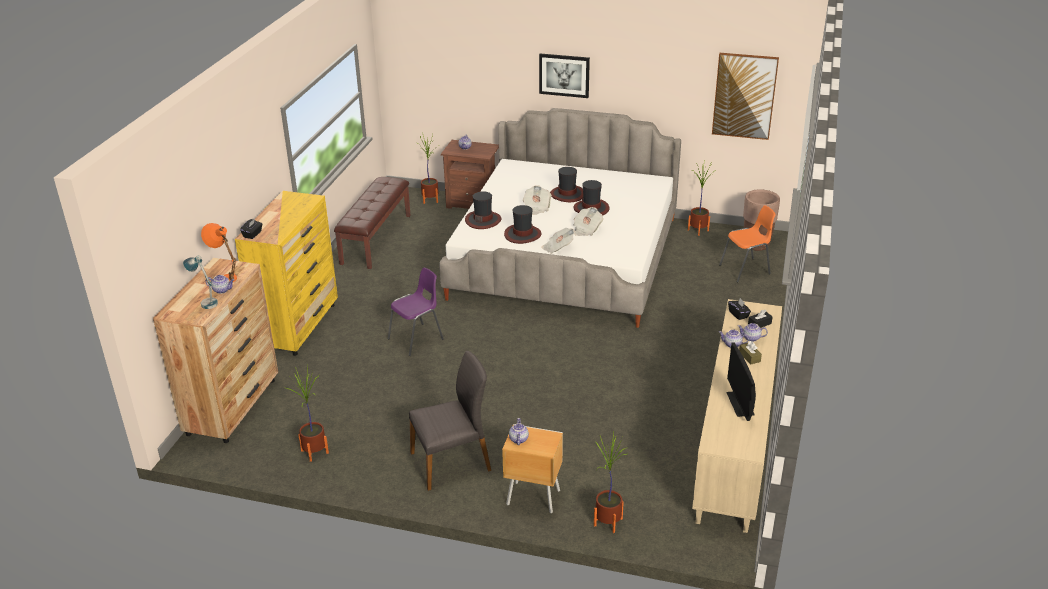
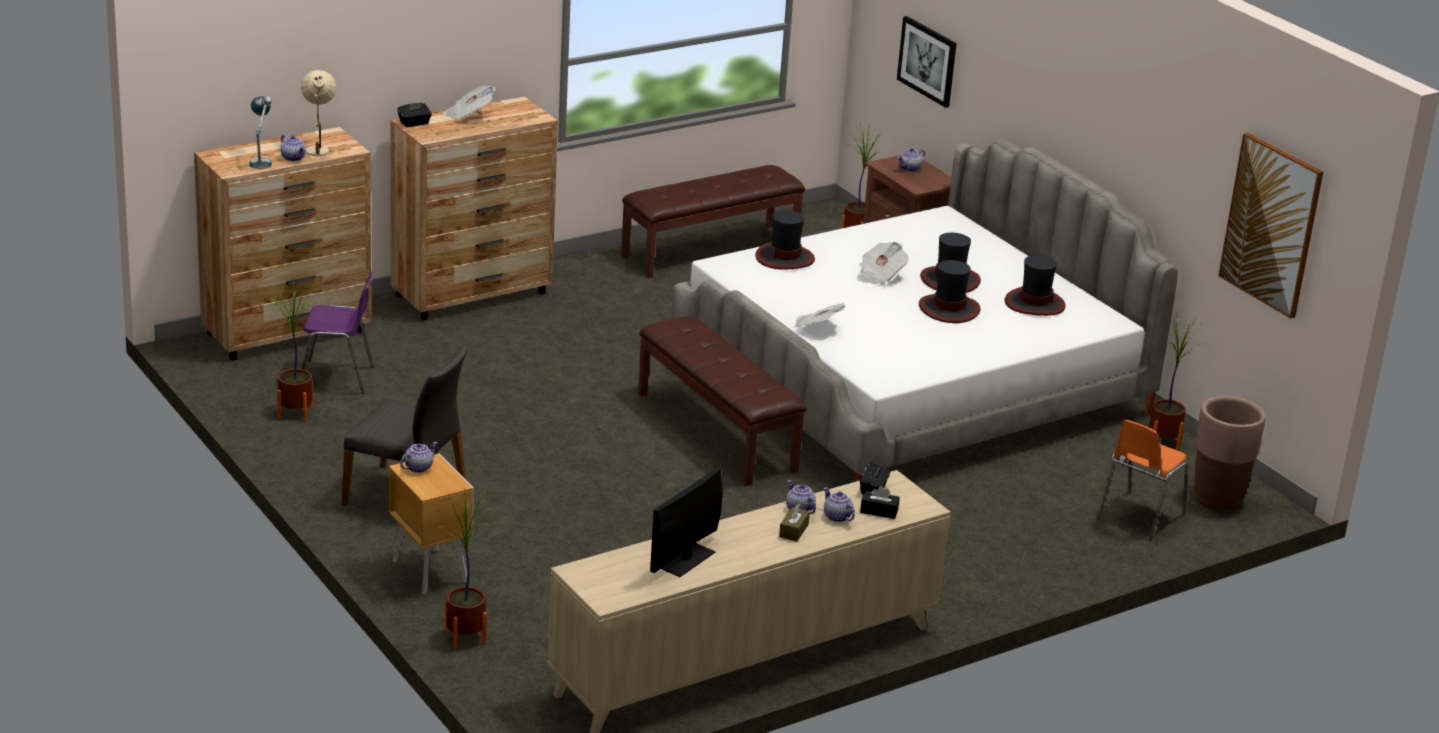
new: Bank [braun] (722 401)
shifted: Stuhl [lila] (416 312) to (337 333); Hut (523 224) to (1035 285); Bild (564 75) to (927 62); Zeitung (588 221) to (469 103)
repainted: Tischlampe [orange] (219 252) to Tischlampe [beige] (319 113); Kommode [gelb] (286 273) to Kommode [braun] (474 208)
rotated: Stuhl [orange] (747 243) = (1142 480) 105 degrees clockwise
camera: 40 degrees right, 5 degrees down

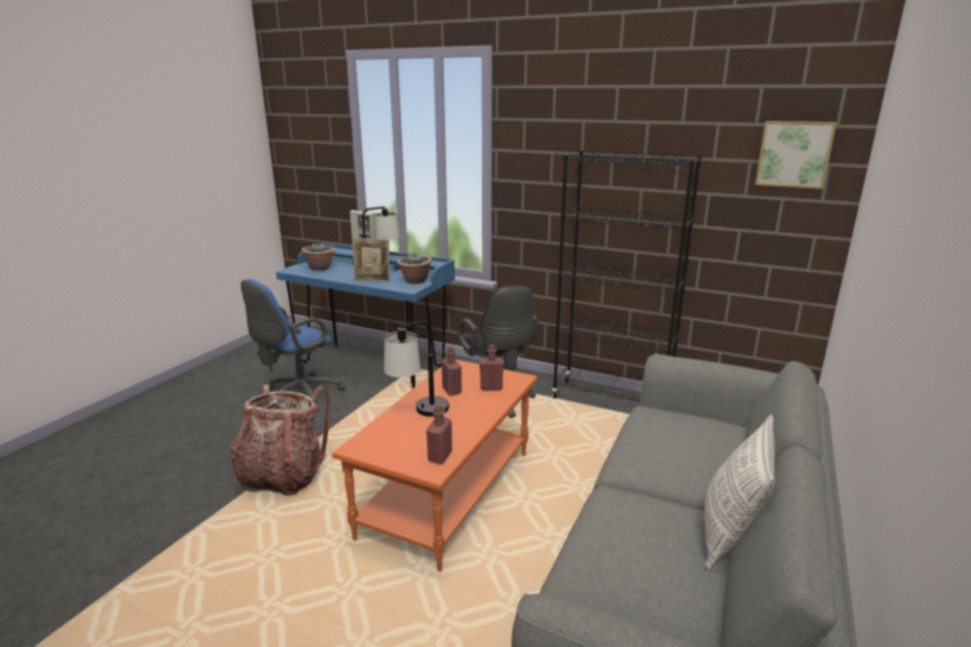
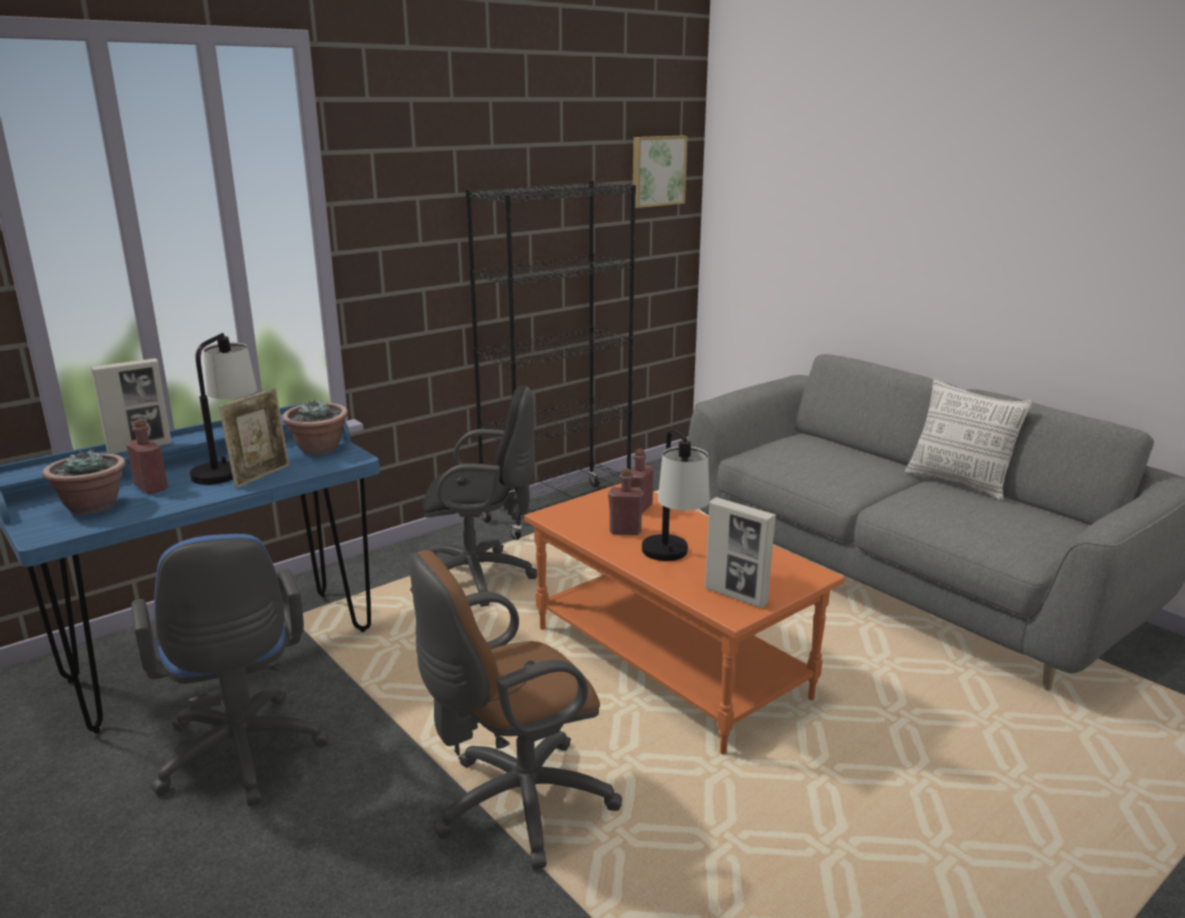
new: Bilderrahmen (740 552)
shifted: Flasche [rot] (439 434) to (147 456)
swapped: Rucksack (280 440) to Bürostuhl [braun] (516 709)
camera: 65 degrees left, 0 degrees up

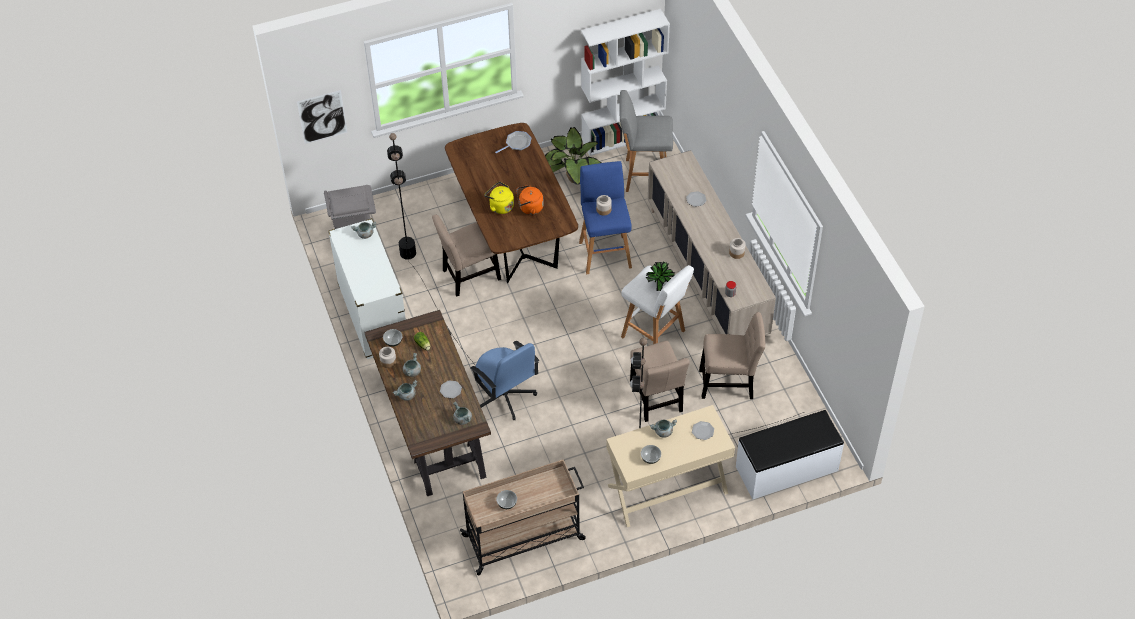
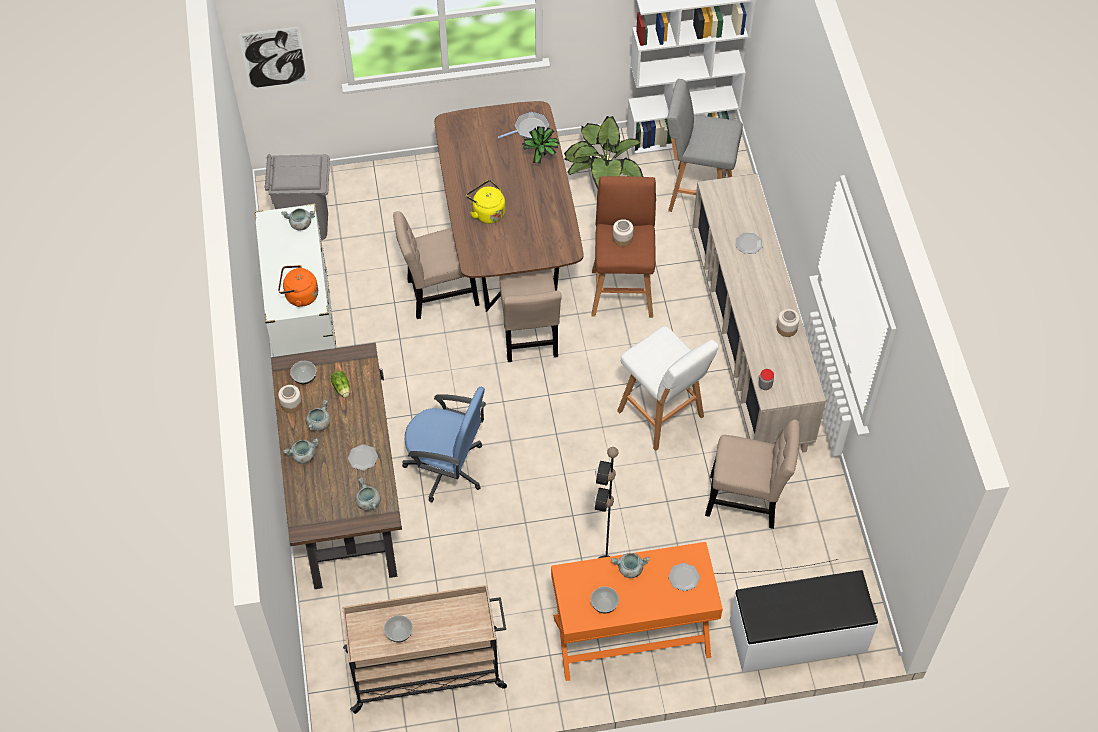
gone: Stehlampe [schwarz] (429 247)
shifted: Wasserkessel [orange] (530 200) to (298 286); Stuhl [beige] (660 381) to (530 315); Topfpflanze (660 276) to (540 145)
repainted: Hocker [blau] (605 217) to Hocker [braun] (623 247); Konsolentisch [beige] (670 466) to Konsolentisch [orange] (637 611)
rotated: Bürostuhl [blau] (504 380) = (444 445) 45 degrees counterclockwise
camera: 10 degrees right, 5 degrees up

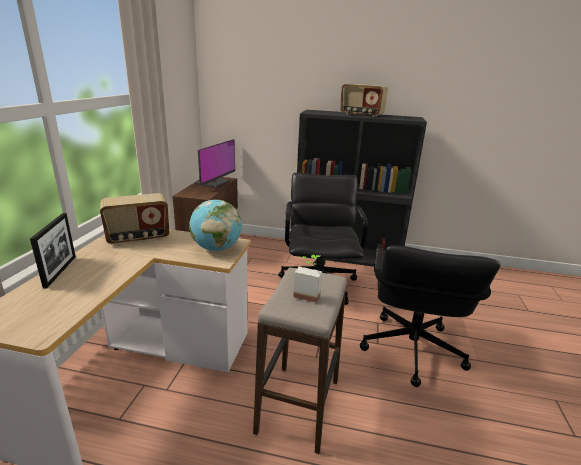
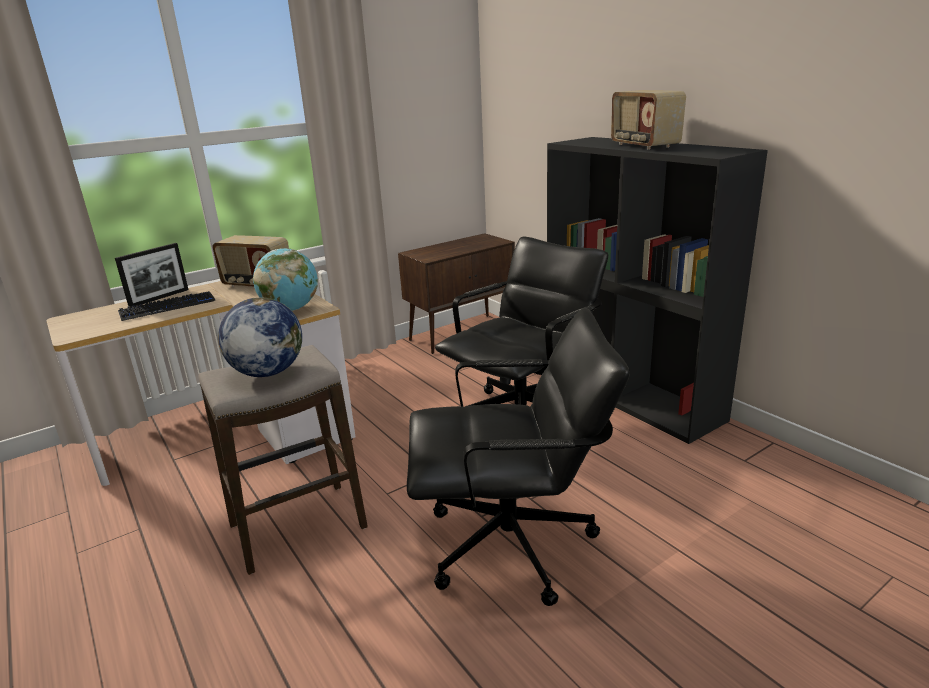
gone: Monitor (214 163)
new: Tastatur (166 306)
swapped: Topfpflanze (307 279) to Globus (260 337)
rotated: Bürostuhl [schwarz] (430 316) = (518 457) 150 degrees counterclockwise
camera: 45 degrees right, 0 degrees up

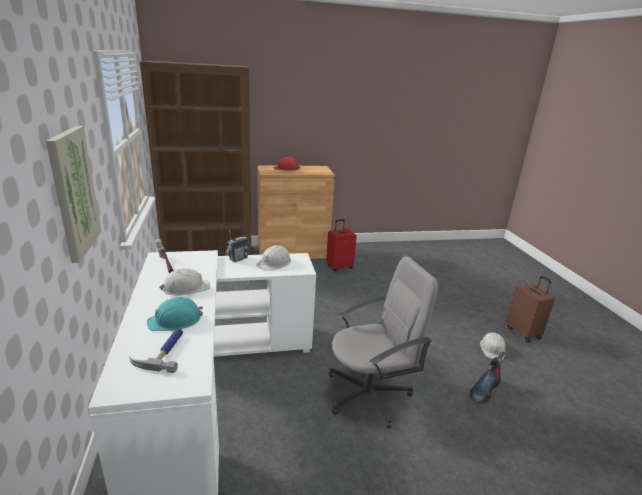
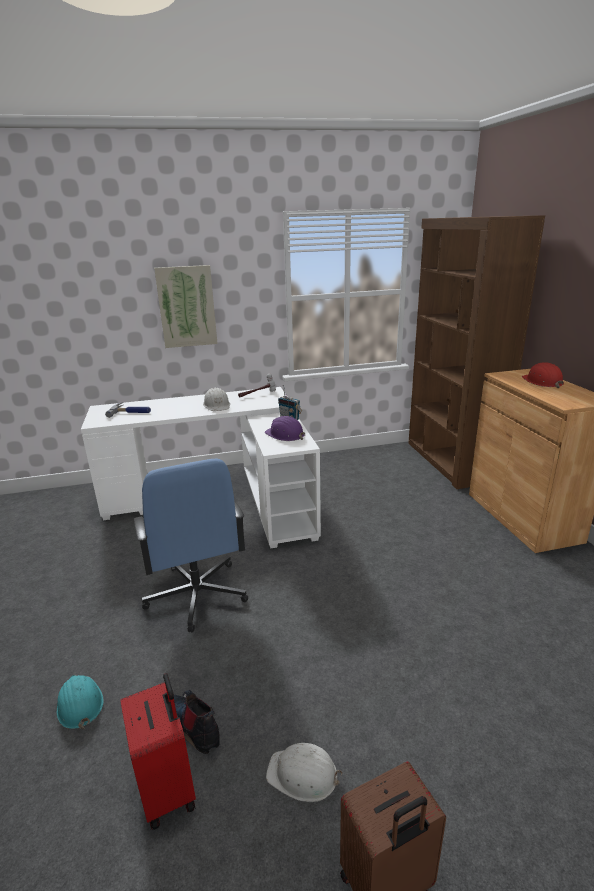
shifted: Schutzhelm [türkis] (175 314) to (80 702); Koffer [rot] (341 245) to (158 751)
repainted: Schutzhelm [weiß] (273 258) to Schutzhelm [lila] (285 428); Bürostuhl [grau] (383 342) to Bürostuhl [blau] (191 546)
camera: 90 degrees right, 0 degrees up

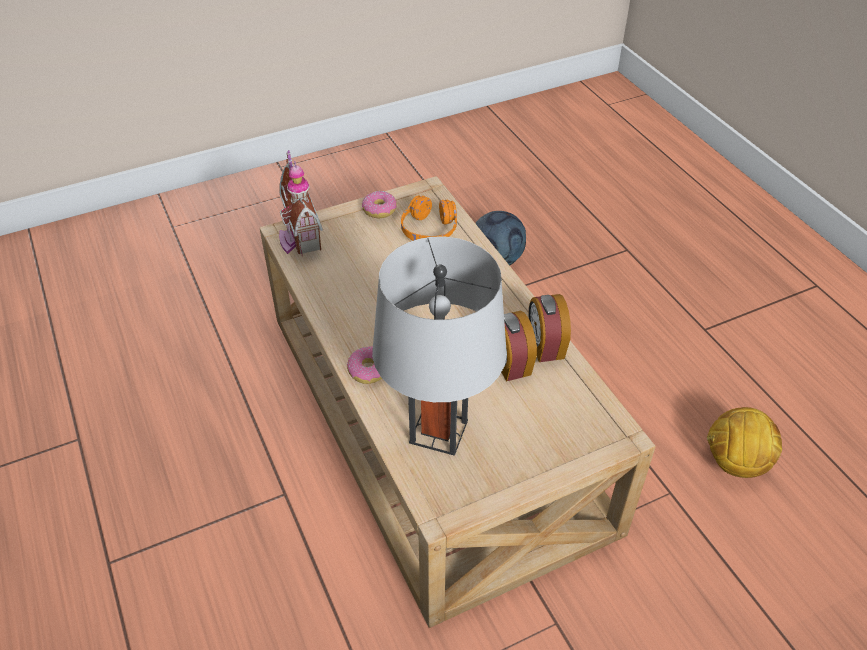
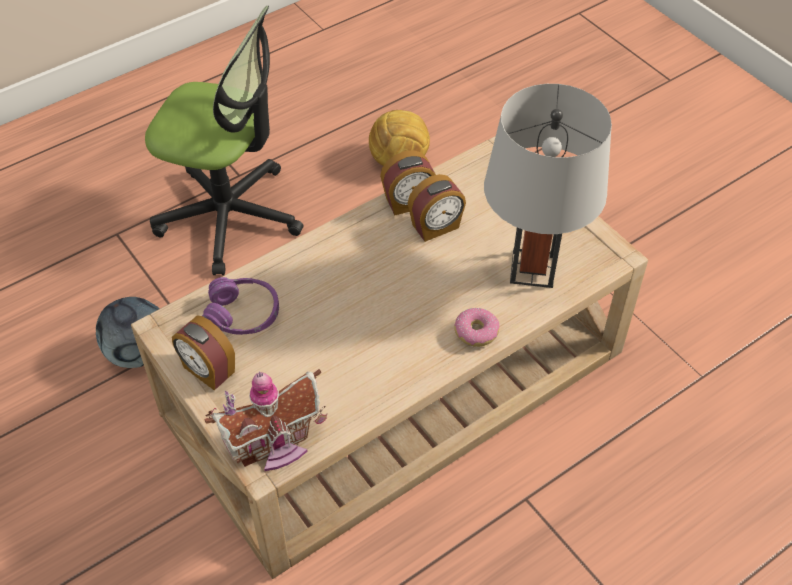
new: Bürostuhl (224 140)
swapped: Donut (379 204) to Wecker (203 352)
repainted: Kopfhörer [orange] (429 218) to Kopfhörer [lila] (240 306)
camera: 100 degrees left, 5 degrees up

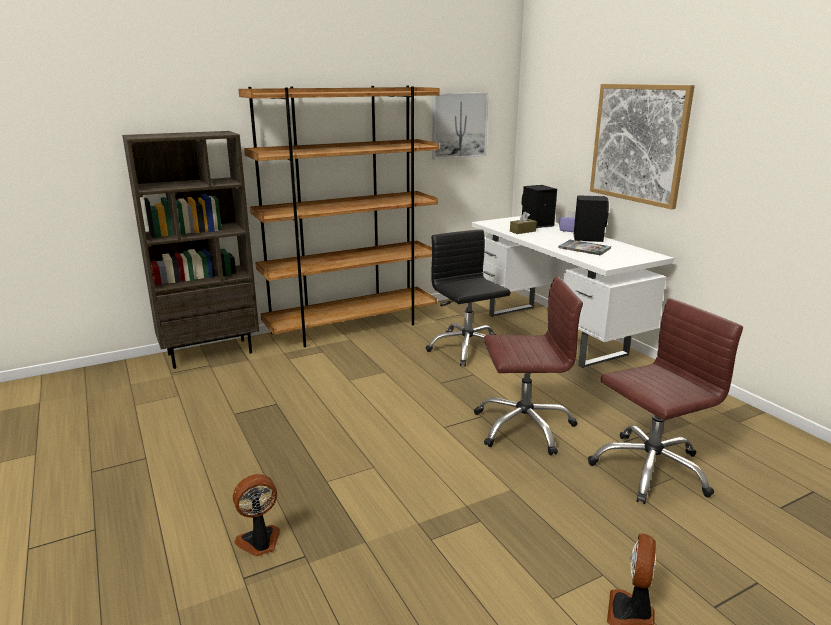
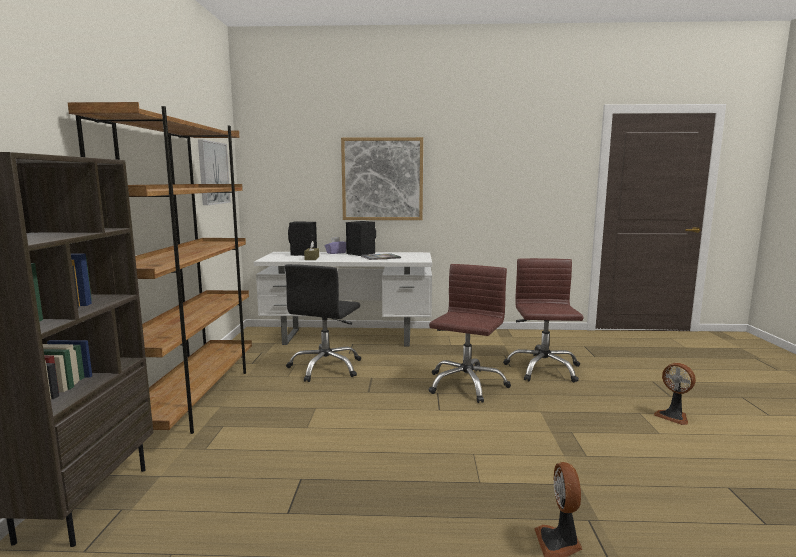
rotated: Bürostuhl [schwarz] (468 298) = (323 323) 75 degrees counterclockwise
camera: 60 degrees left, 10 degrees down

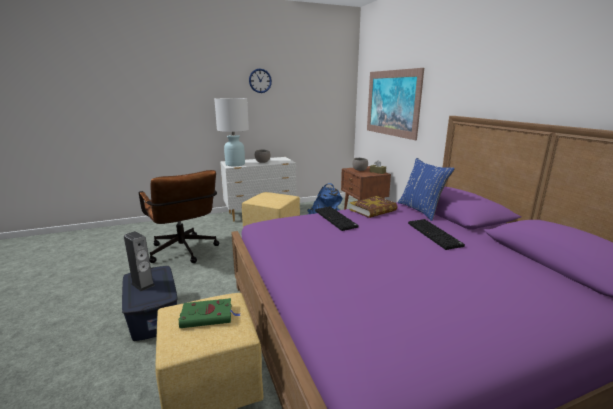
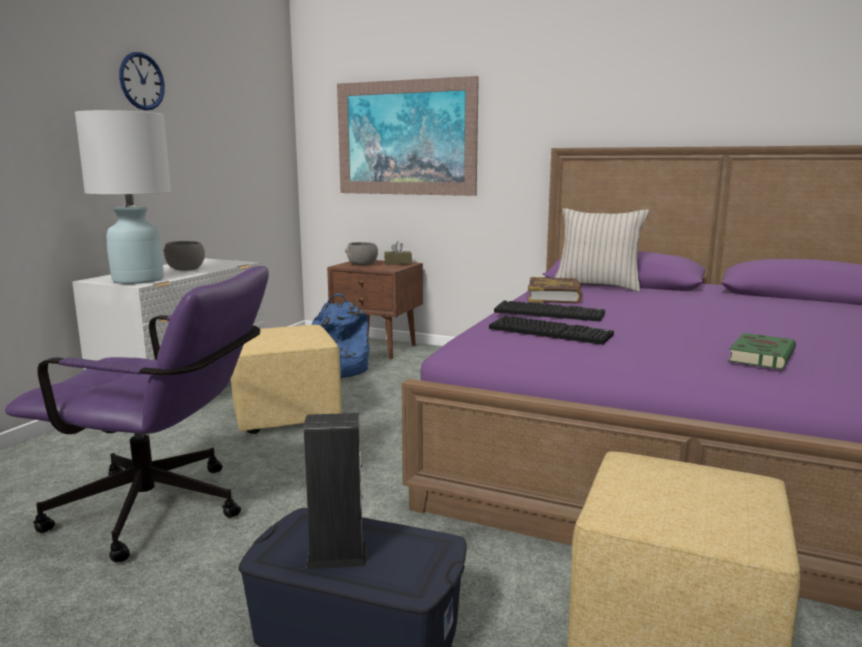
shifted: Buch [grün] (210 313) to (762 351); Tastatur (436 234) to (551 330)
repainted: Bürostuhl [braun] (179 216) to Bürostuhl [lila] (137 414); Kissen [blau] (426 189) to Kissen [beige] (601 250)
camera: 45 degrees left, 5 degrees down

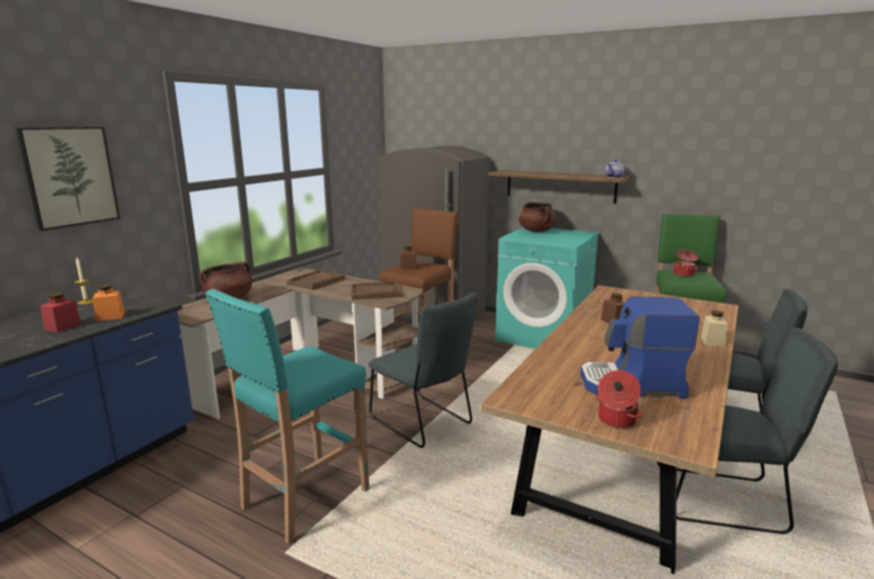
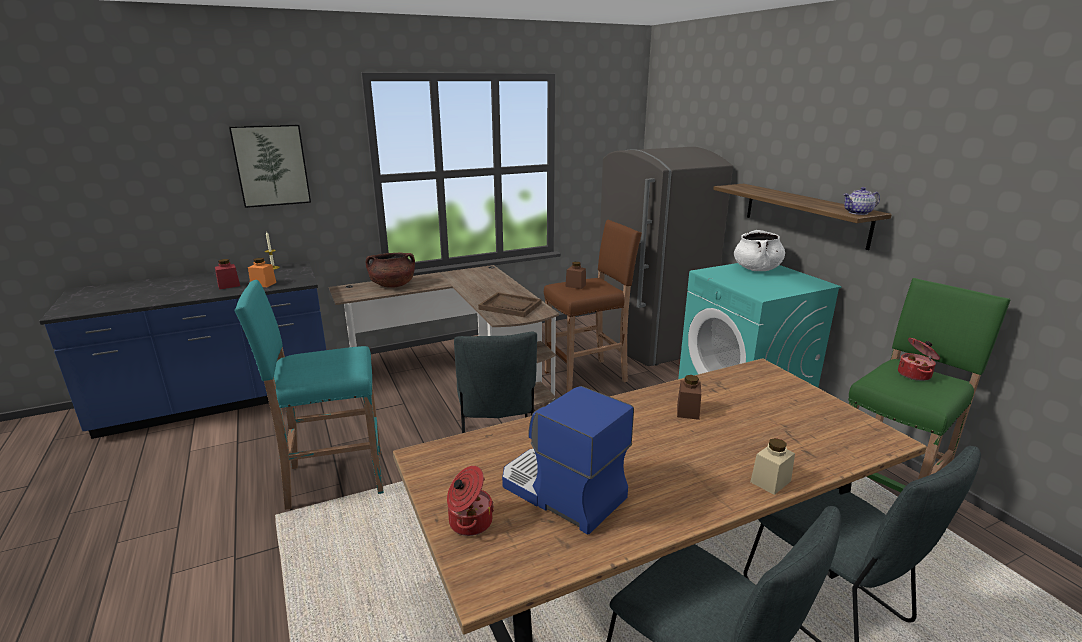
gone: Tablett [braun] (316 280)
repainted: Kochtopf [braun] (537 217) to Kochtopf [weiß] (759 250)
camera: 35 degrees right, 5 degrees up

